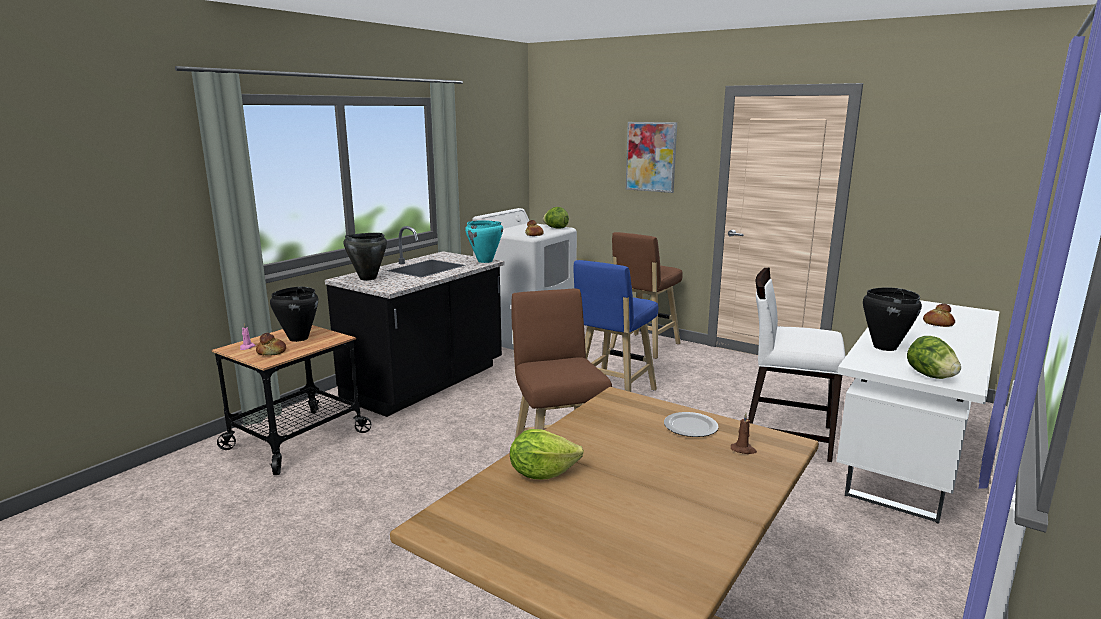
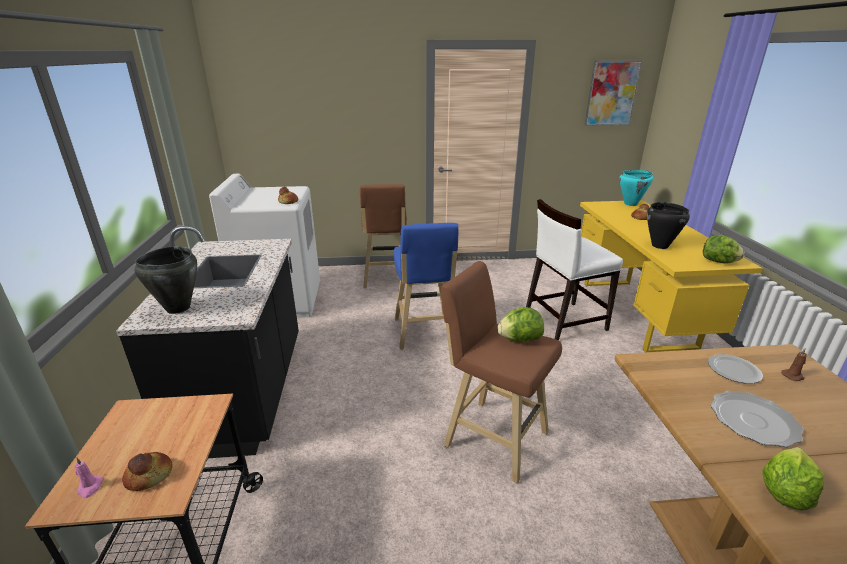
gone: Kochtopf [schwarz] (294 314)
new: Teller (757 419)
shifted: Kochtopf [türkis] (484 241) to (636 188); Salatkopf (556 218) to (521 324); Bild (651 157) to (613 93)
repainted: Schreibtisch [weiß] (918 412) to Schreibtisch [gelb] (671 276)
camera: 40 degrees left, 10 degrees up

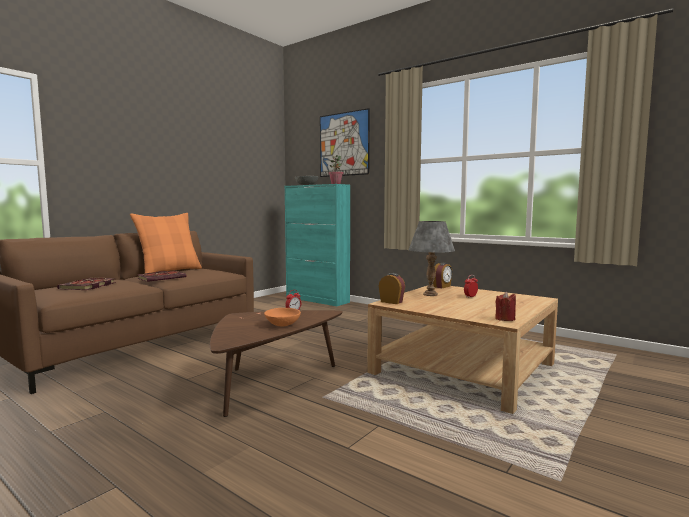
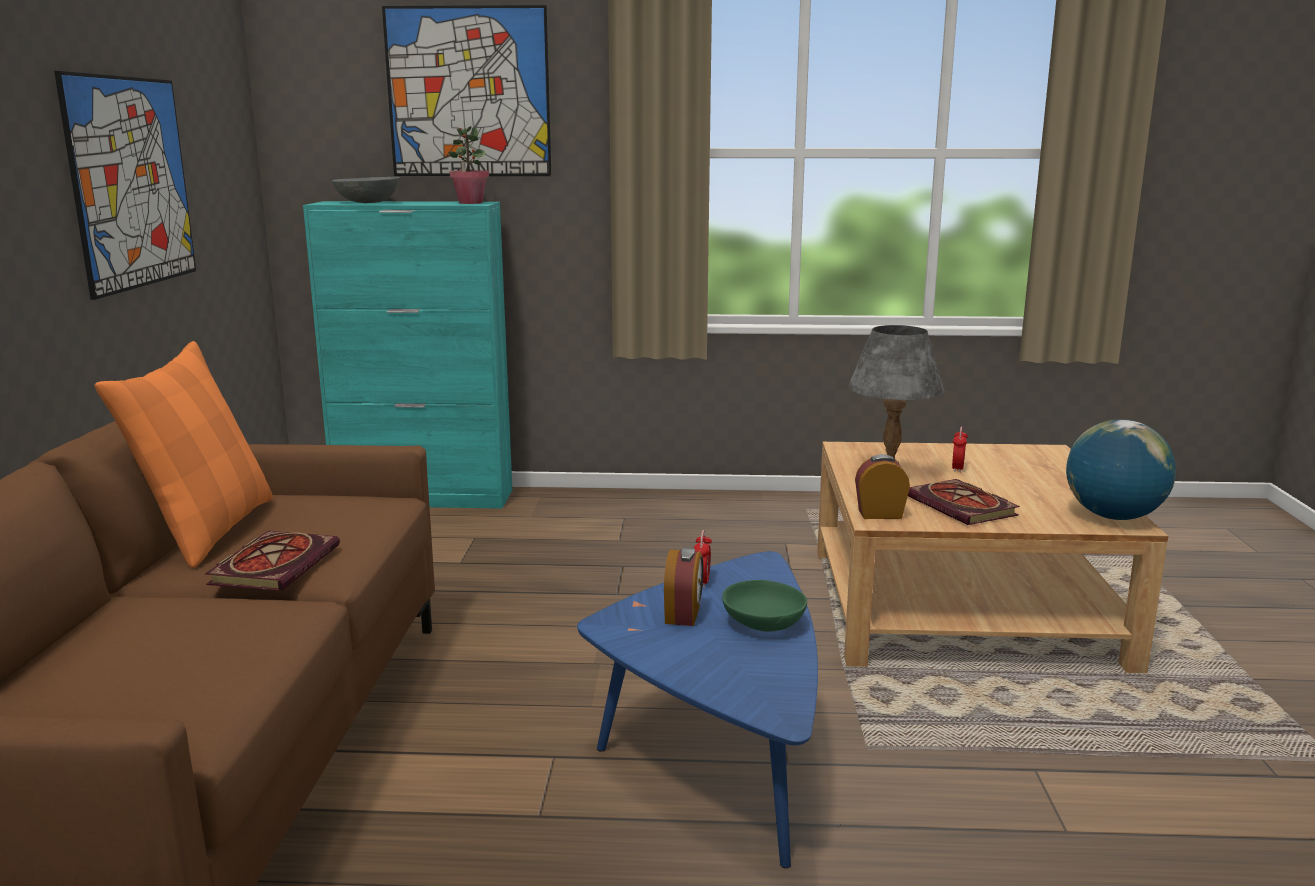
new: Bild (125 185)
shifted: Buch (86 284) to (964 502); Wecker (442 275) to (683 586)
swapped: Kerze [rot] (505 306) to Globus (1121 469)
repainted: Couchtisch [braun] (276 363) to Couchtisch [blau] (697 709); Schüssel [orange] (282 317) to Schüssel [grün] (764 606)
camera: 35 degrees left, 10 degrees up

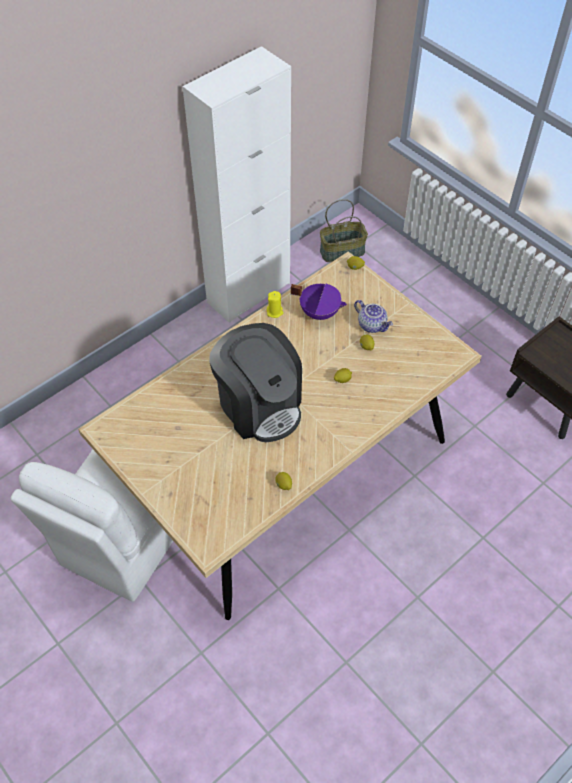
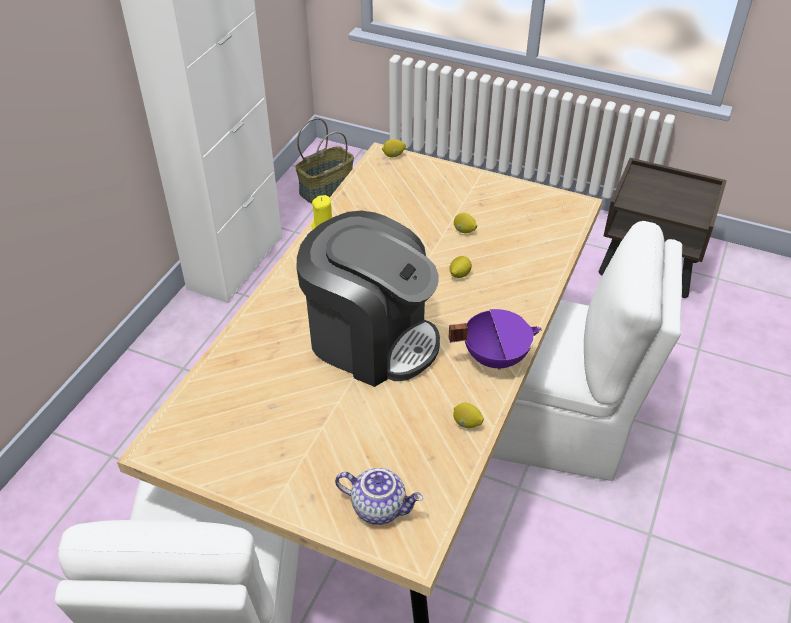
new: Stuhl [weiß] (586 351)
shifted: Kochtopf [lila] (319 301) to (495 339); Teekanne (373 316) to (379 496)
camera: 25 degrees left, 10 degrees down

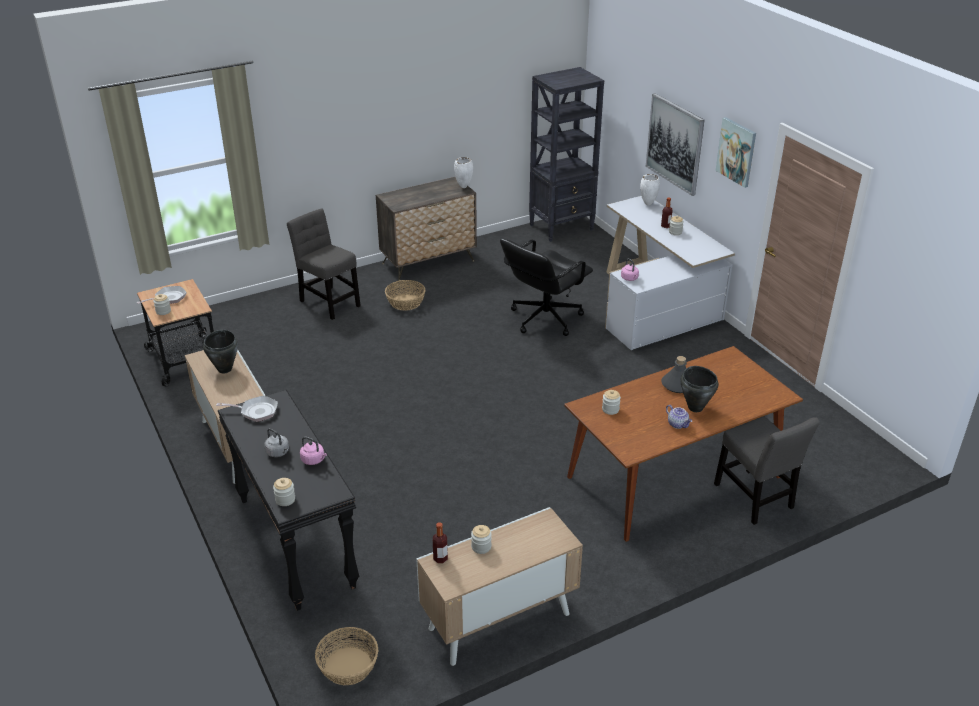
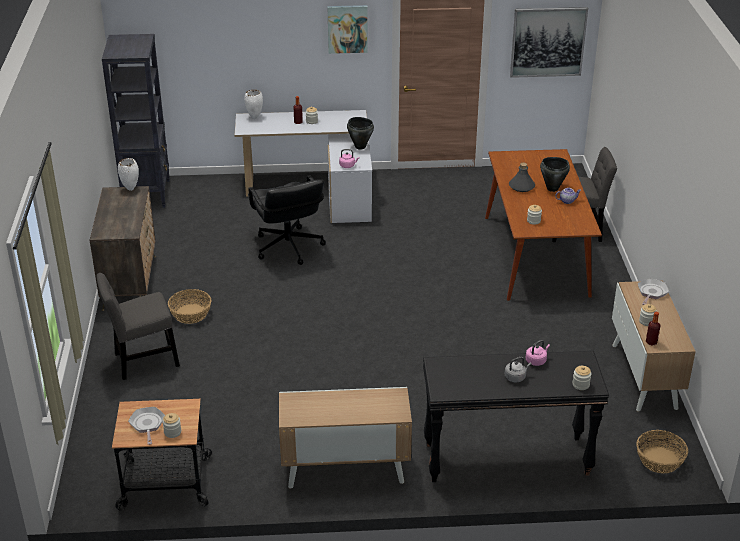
shifted: Kochtopf [schwarz] (220 351) to (360 133); Pfanne (247 409) to (653 291); Bild (675 144) to (549 42)
camera: 65 degrees left, 0 degrees up

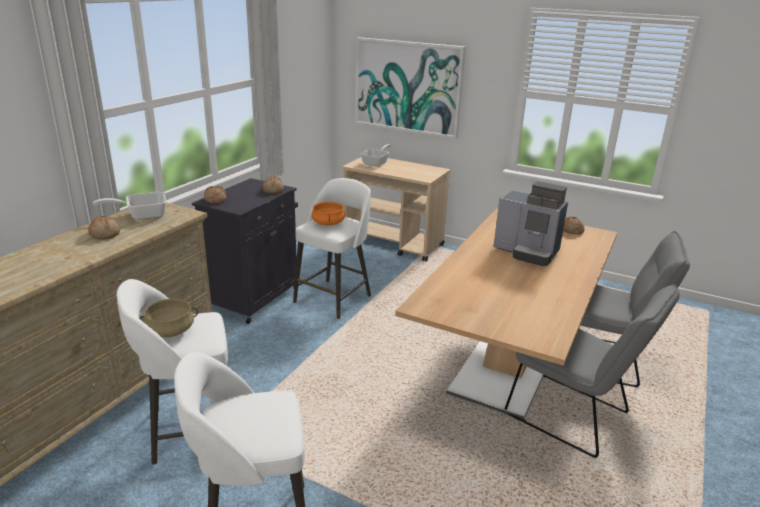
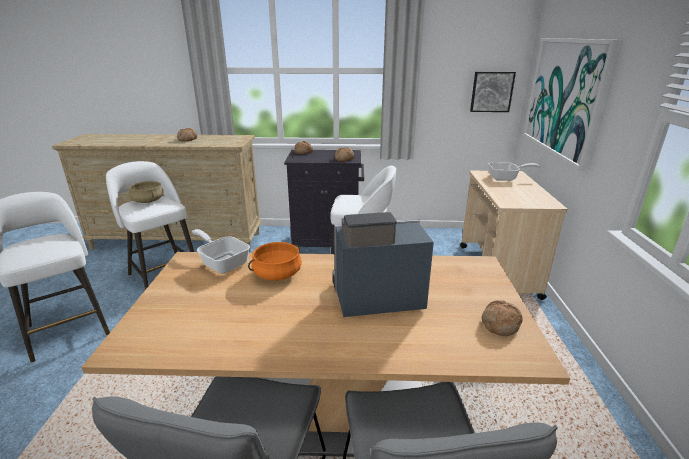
new: Bild (493 91)
shifted: Pfanne (130 206) to (221 251); Kochtopf [orange] (328 213) to (275 261)
rotated: Kaffeemaschine (531 223) = (383 264) 75 degrees clockwise
camera: 65 degrees right, 0 degrees up

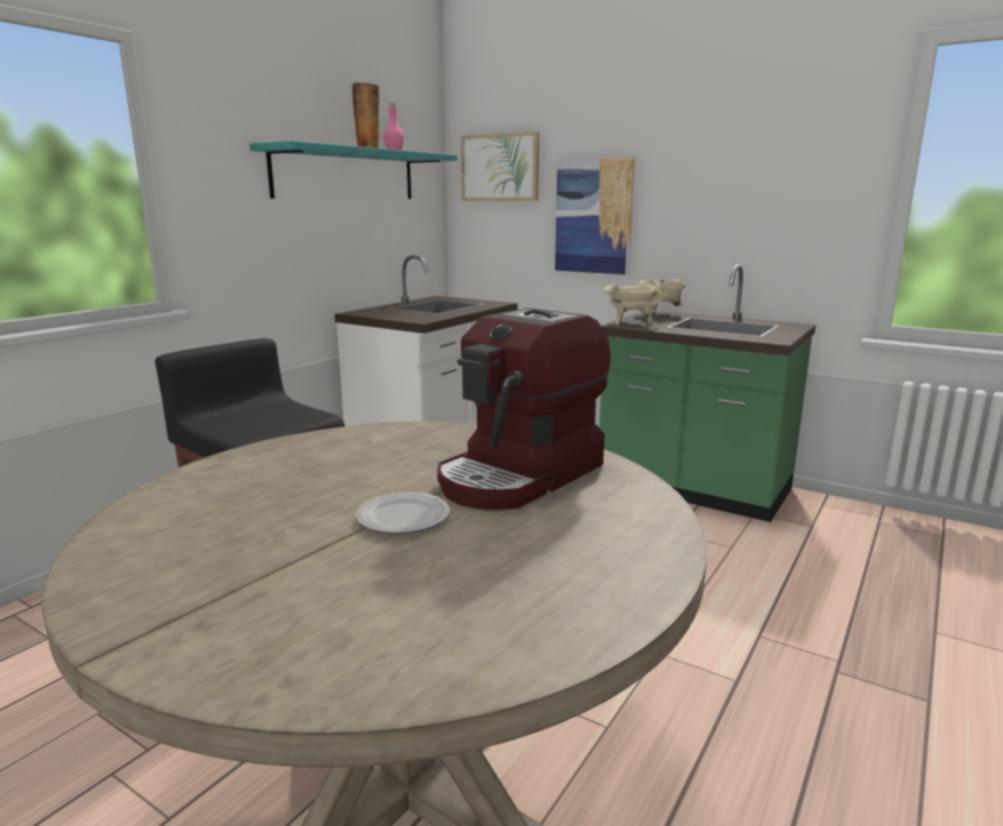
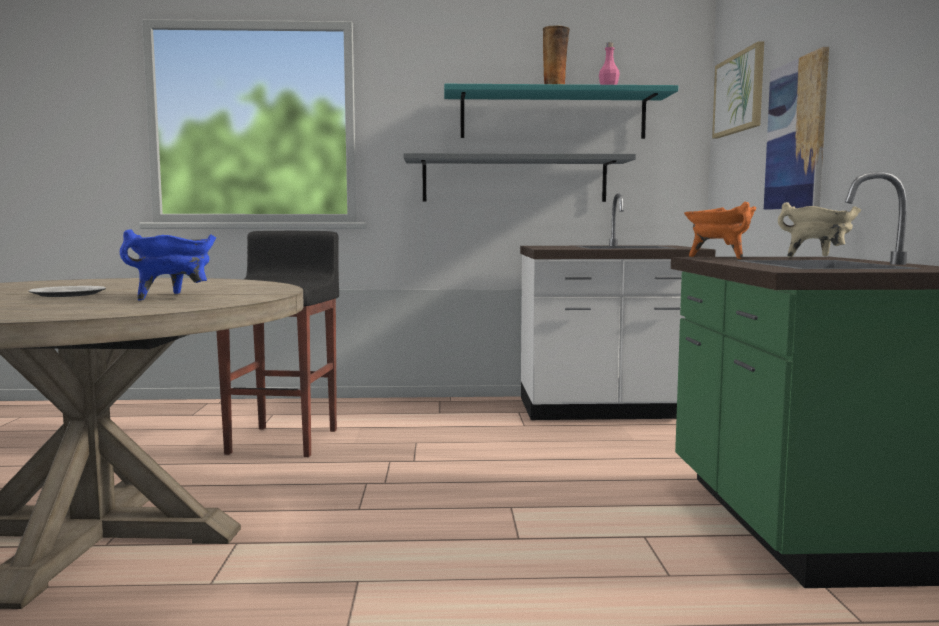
new: Wandregal [grau] (520 177)
swapped: Kaffeemaschine (524 409) to Kochtopf [blau] (168 265)
repainted: Kochtopf [beige] (633 304) to Kochtopf [orange] (720 230)
camera: 55 degrees right, 10 degrees down

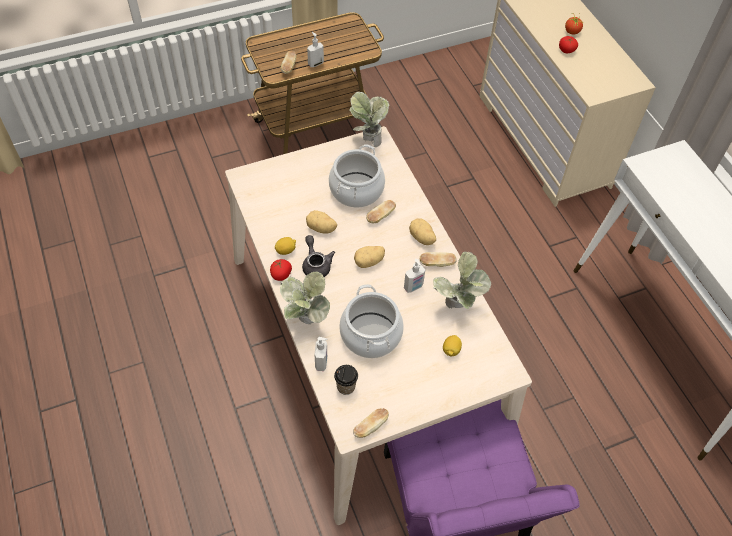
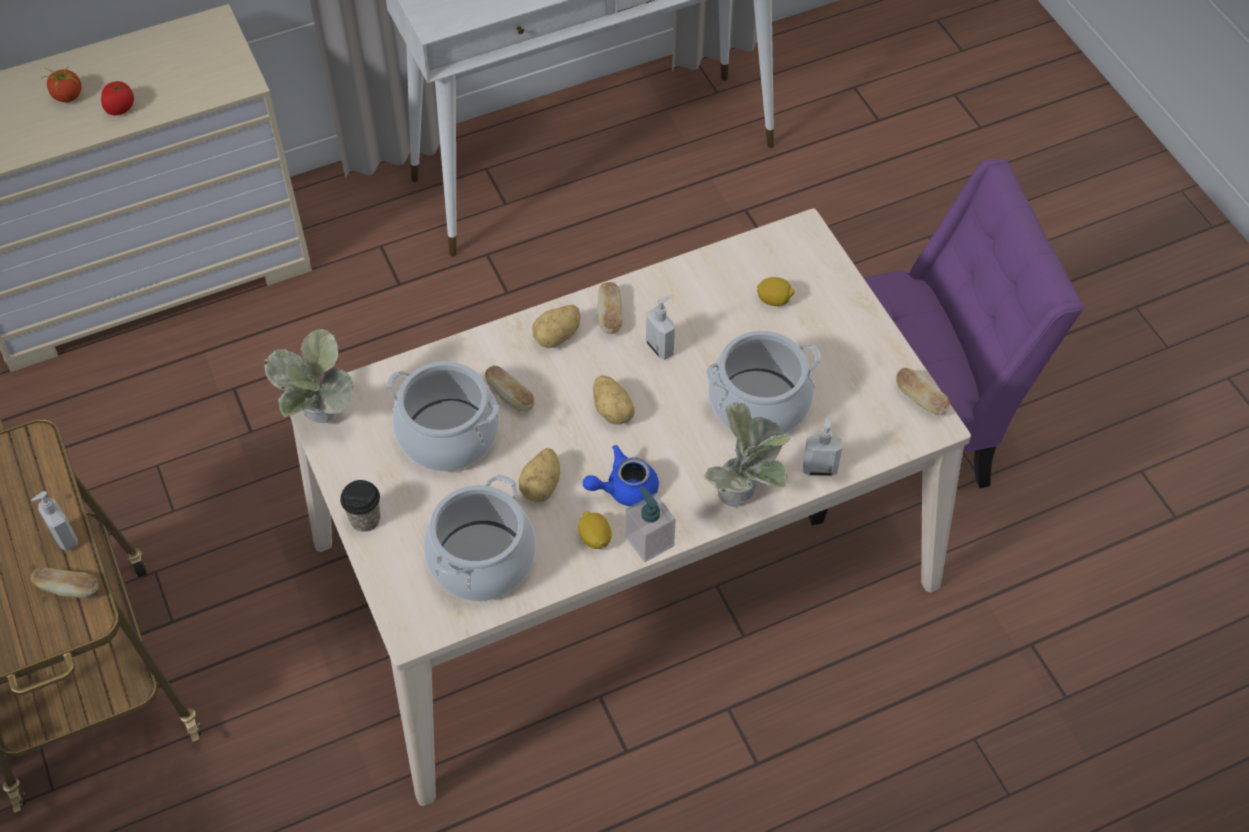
gone: Topfpflanze (462 280)
new: Kochtopf (479 538)
shifted: Tasse (346 380) to (360 506)
swapped: Tomate (281 270) to Seifenspender (651 524)
repainted: Teekanne [grau] (318 256) to Teekanne [blau] (621 476)
camera: 90 degrees left, 0 degrees up

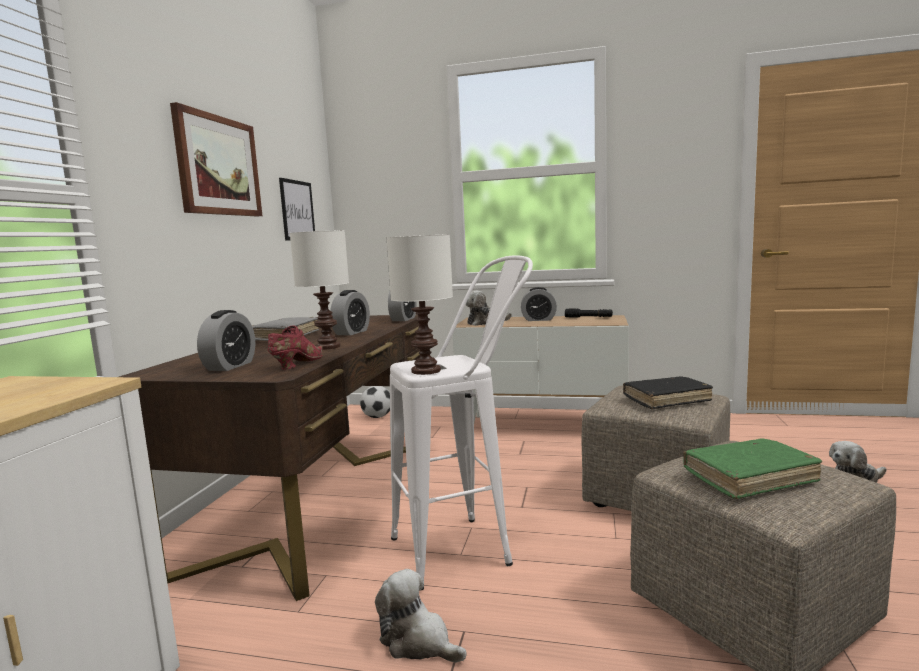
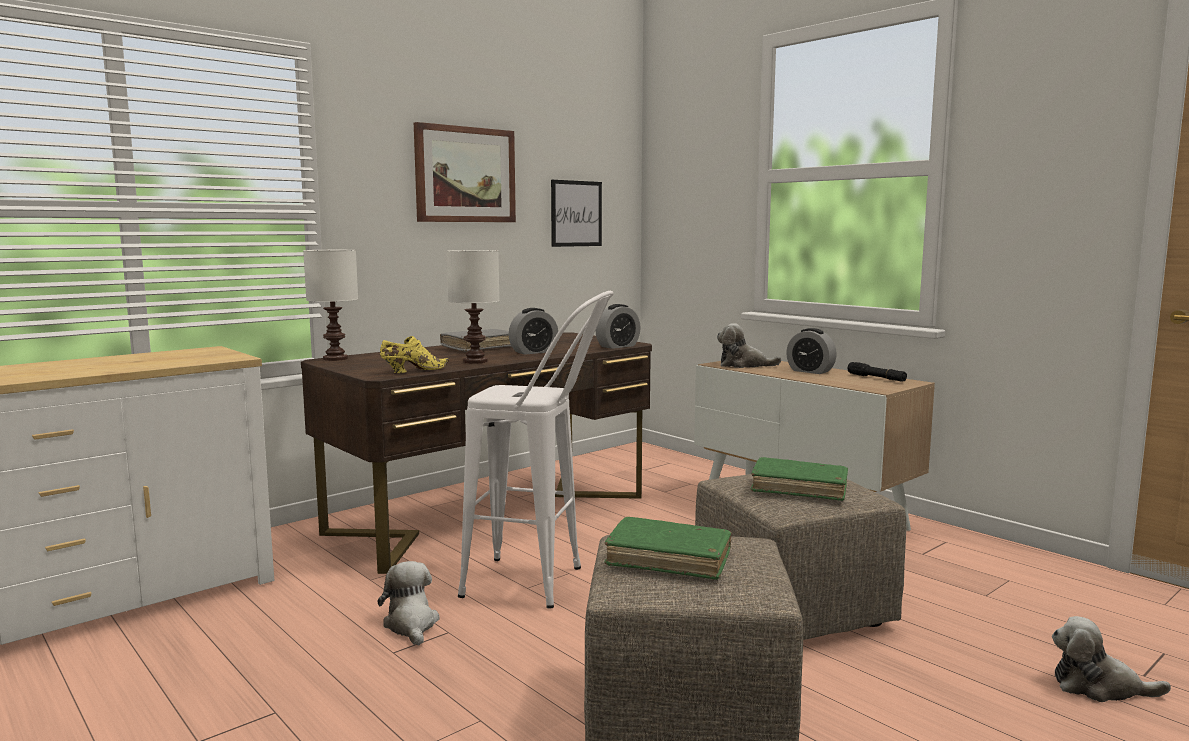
gone: Wecker (226 340); Fußball (375 402)
shifted: Tischlampe [weiß] (419 304) to (330 305)
repainted: Schuh [rot] (295 347) to Schuh [gelb] (414 354); Buch [schwarz] (668 392) to Buch [grün] (799 479)
camera: 35 degrees right, 0 degrees up

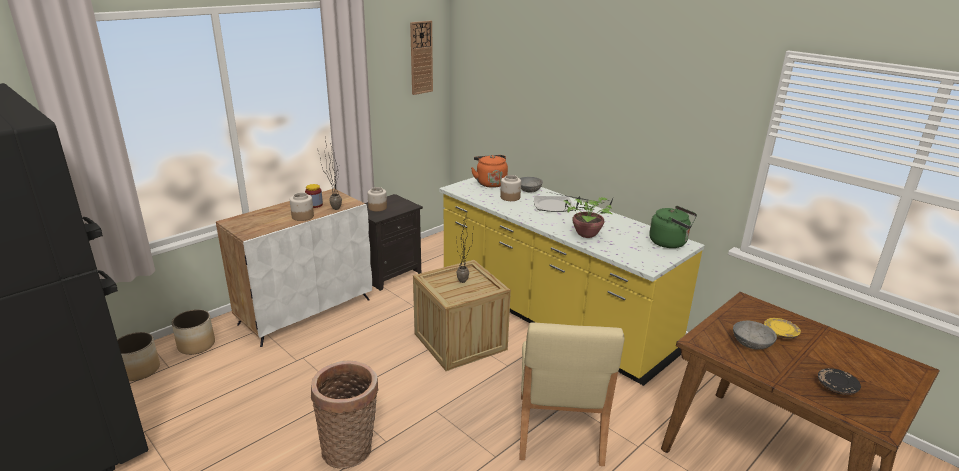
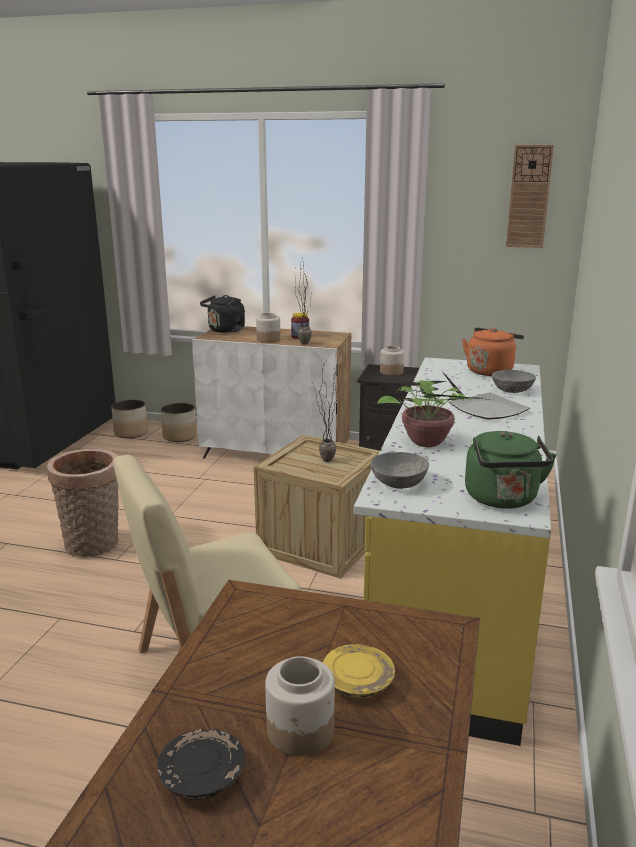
new: Wasserkessel [schwarz] (222 314)
shifted: Vorratsglas (510 188) to (300 706); Schüssel [grau] (755 335) to (400 470)
camera: 60 degrees right, 5 degrees down

